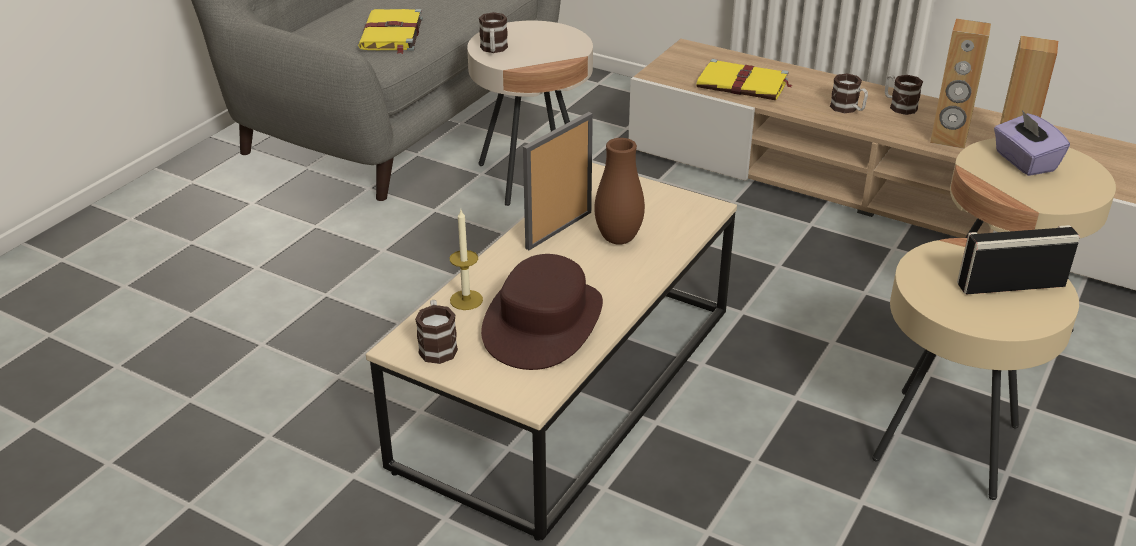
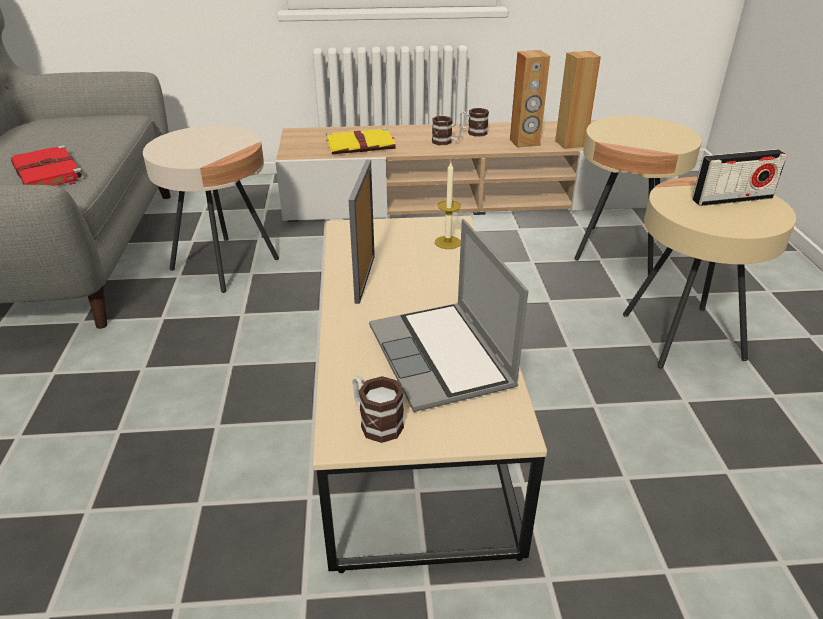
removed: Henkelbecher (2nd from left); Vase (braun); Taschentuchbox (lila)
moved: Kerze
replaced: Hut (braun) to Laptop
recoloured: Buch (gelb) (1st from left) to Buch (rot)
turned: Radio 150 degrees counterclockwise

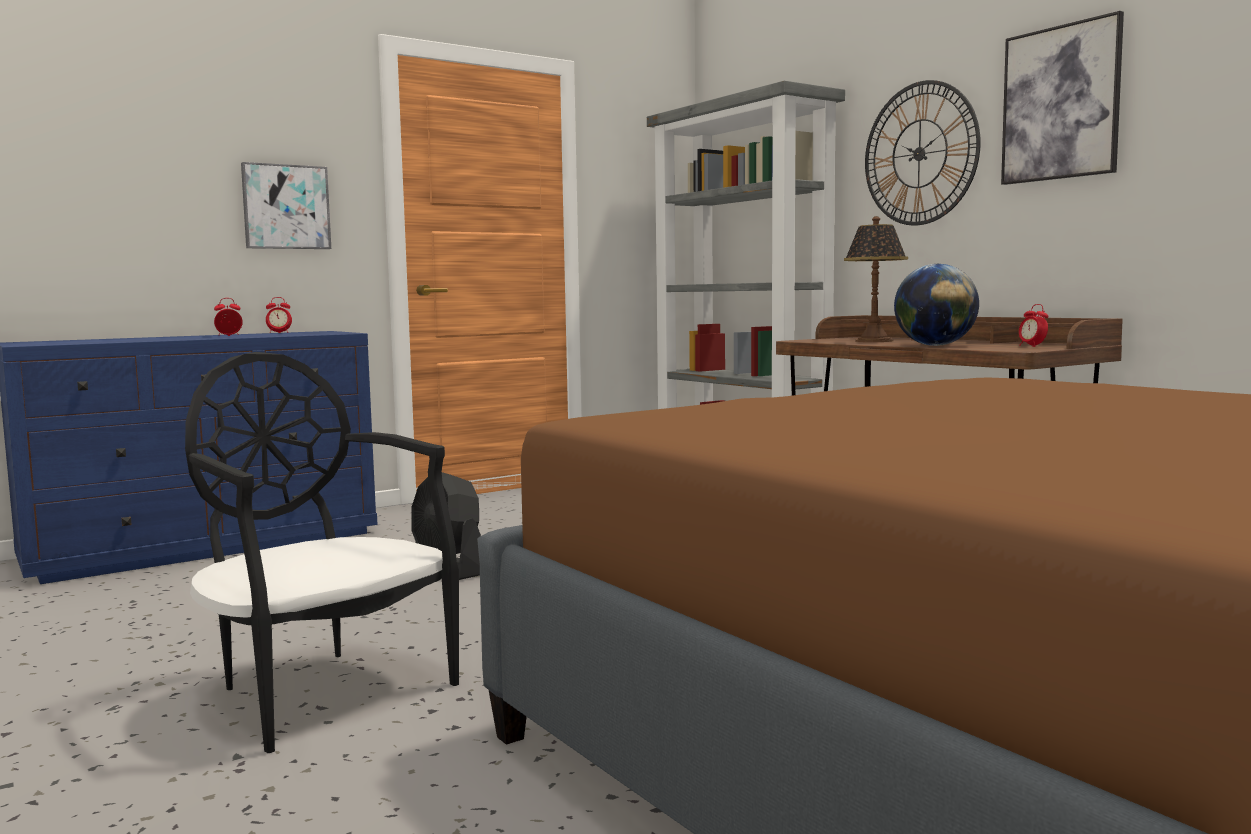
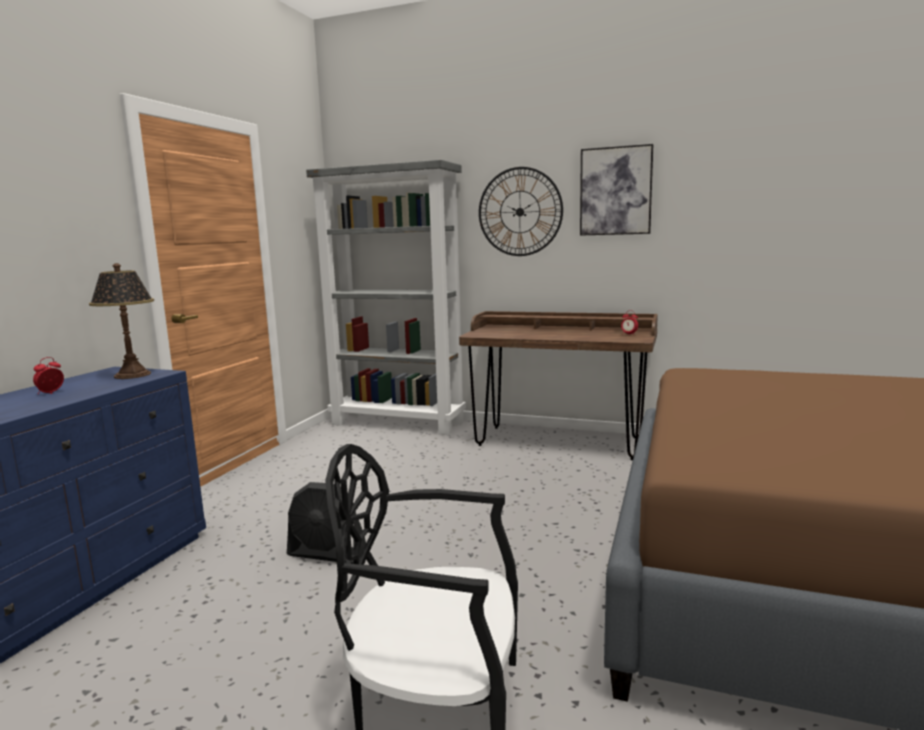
removed: Bild (1st from left); Wecker (2nd from left); Globus
moved: Tischlampe

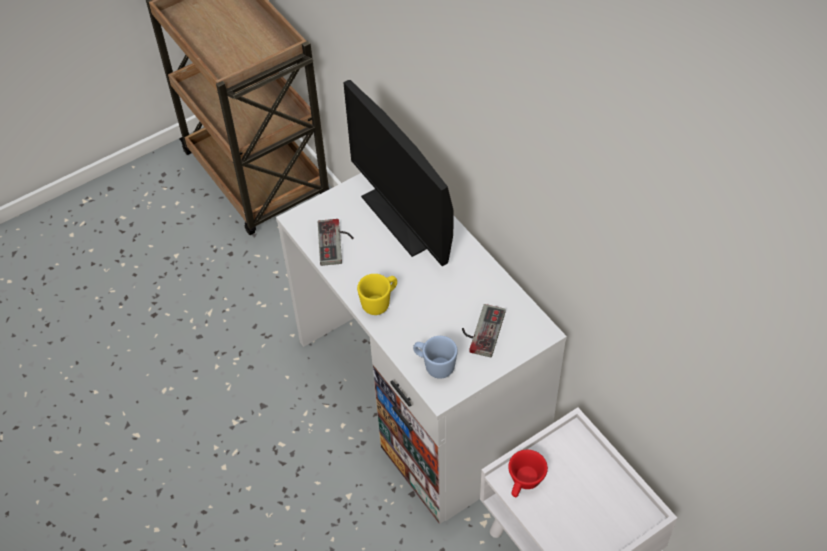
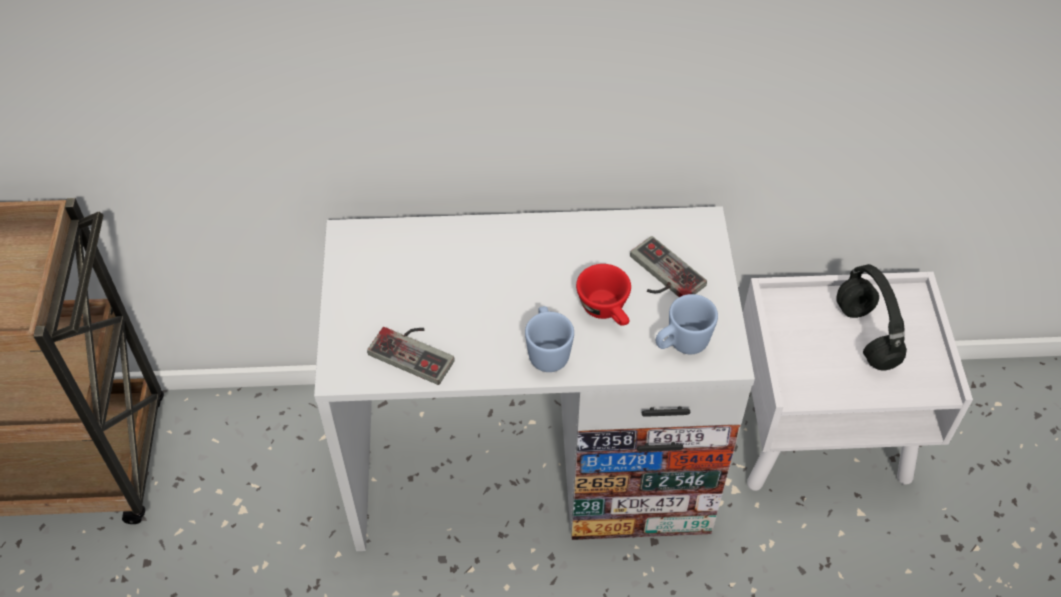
removed: Monitor
added: Kopfhörer (schwarz)
moved: Tasse (rot)
recoloured: Henkelbecher (gelb) to Henkelbecher (blau) (1st from left)

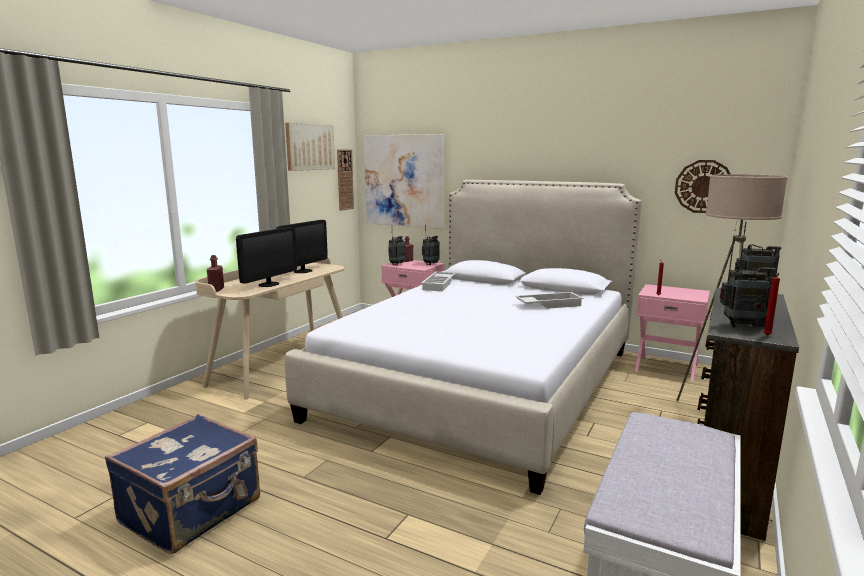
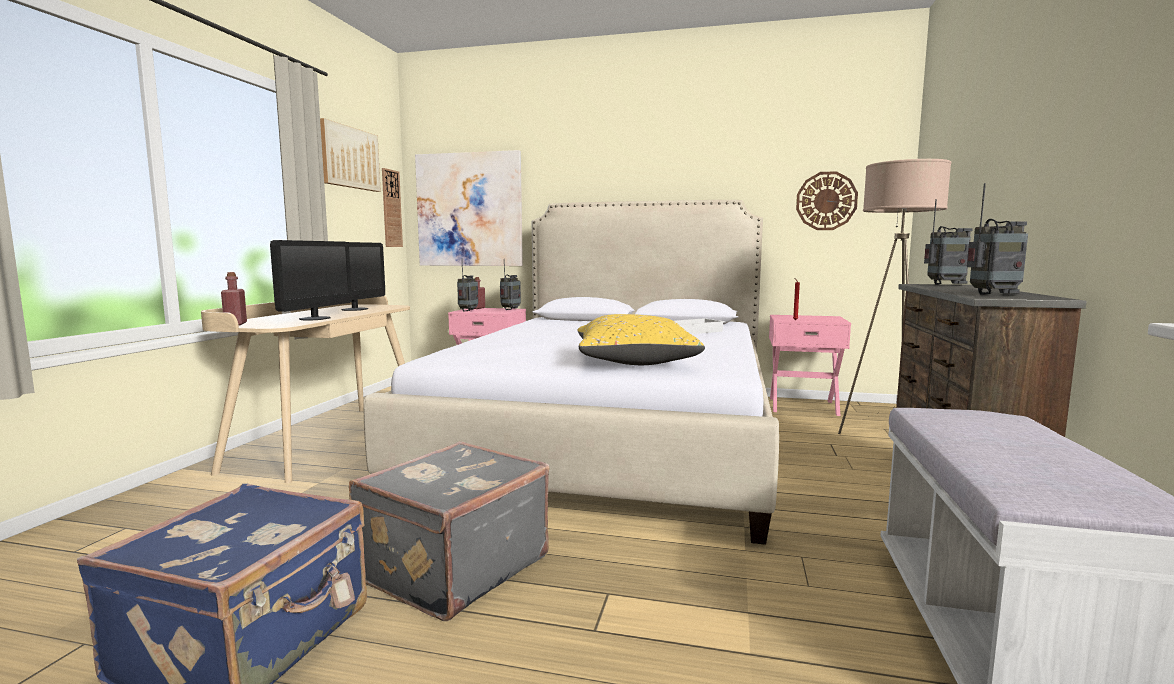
removed: Tablett (weiß) (1st from left); Kerze (rot) (2nd from left)
added: Koffer (grau); Kissen (gelb)

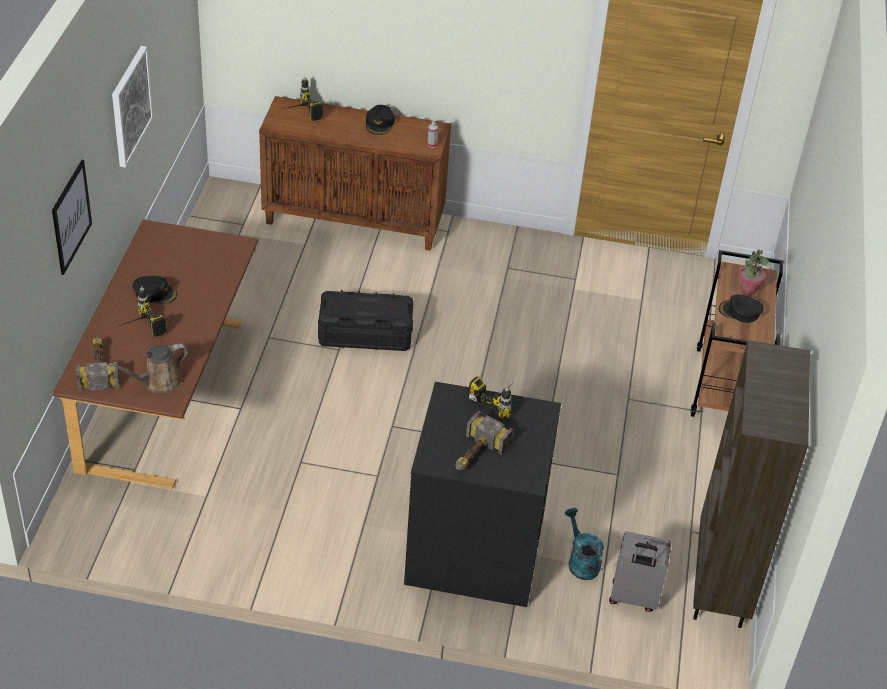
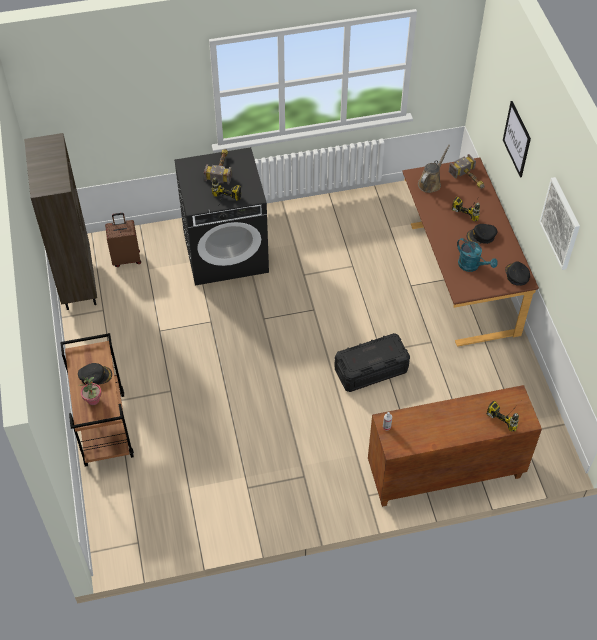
moved: Kappe (schwarz) (2nd from left in the first image) to Kappe (schwarz) (3rd from left); Gießkanne (türkis)
recoloured: Koffer (grau) to Koffer (braun)

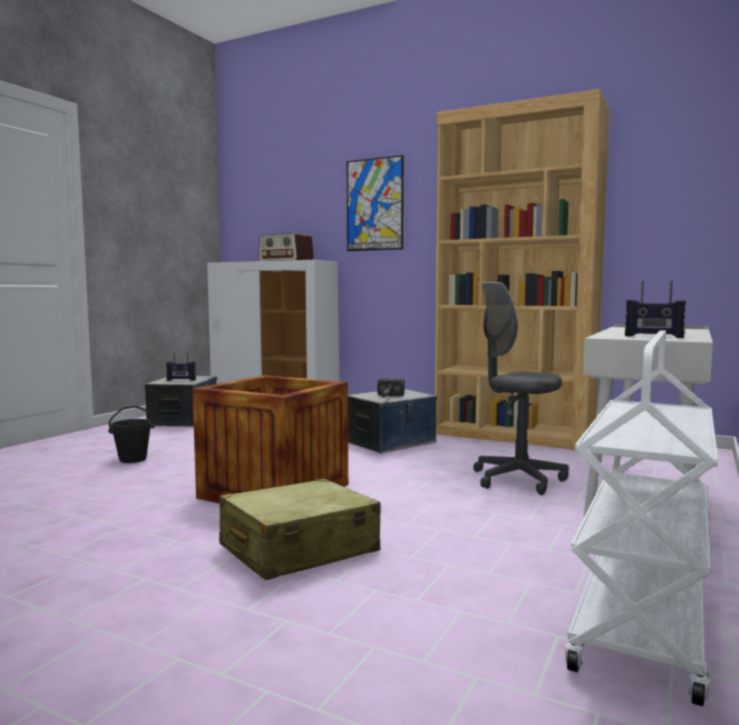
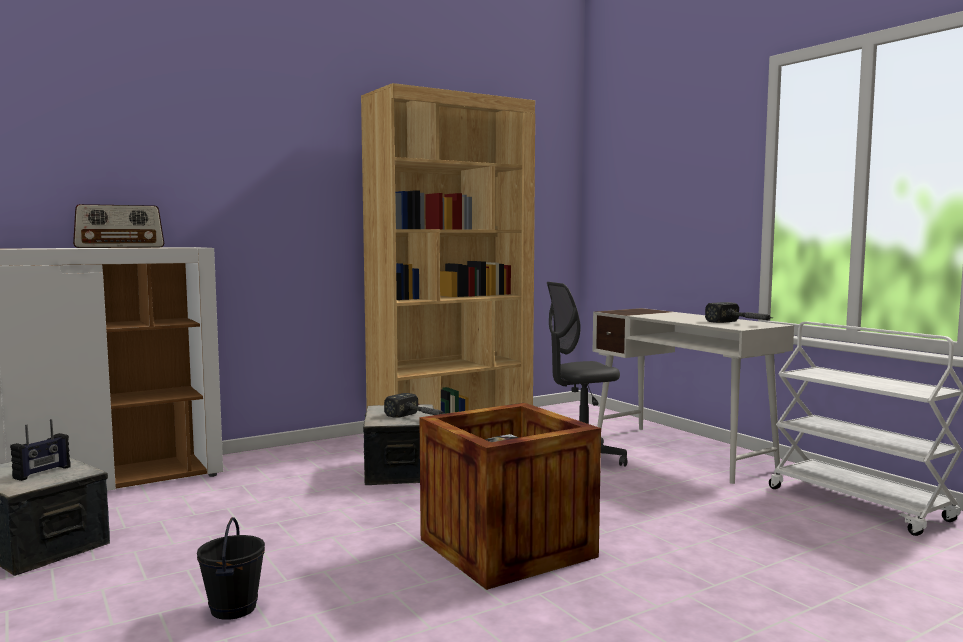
removed: Koffer (beige); Bild
replaced: Radio (3rd from left) to Hammer (2nd from left)

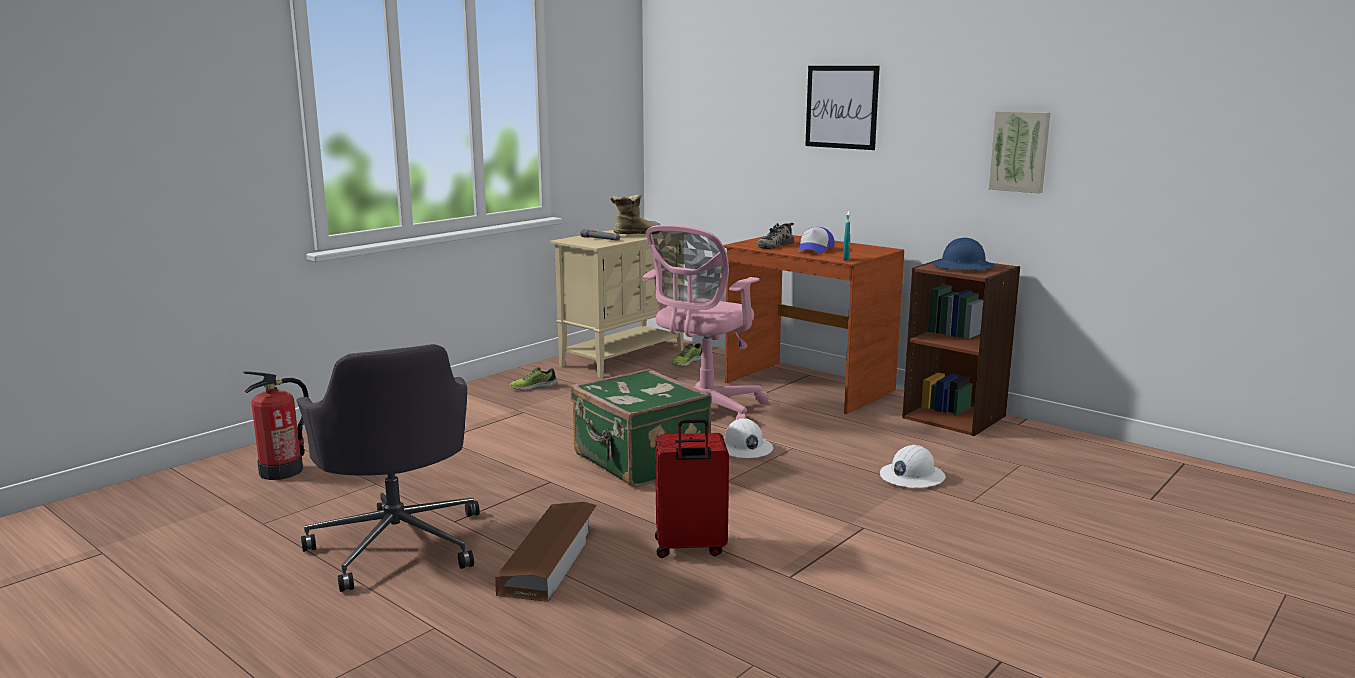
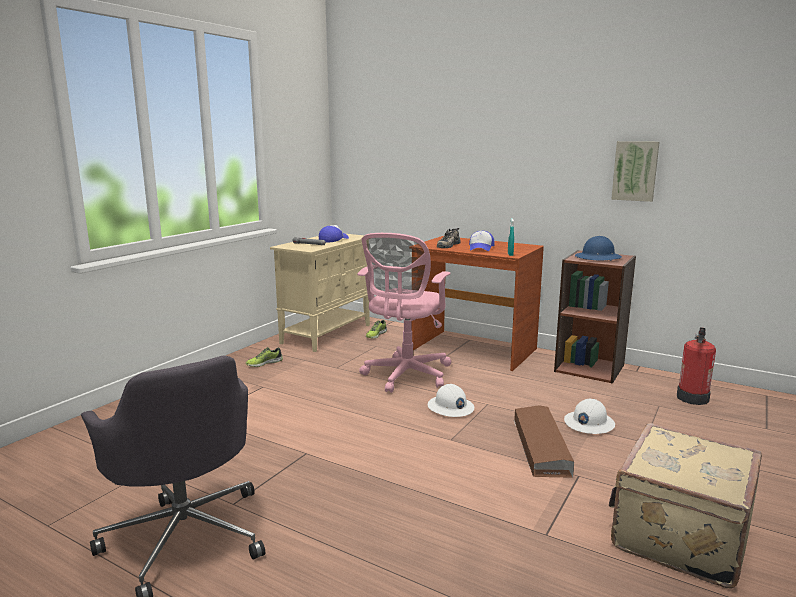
removed: Koffer (grün); Koffer (rot); Bild (1st from left)
added: Koffer (beige)
moved: Feuerlöscher; Aufbewahrungsbox (braun)
replaced: Stiefel to Kappe (1st from left)

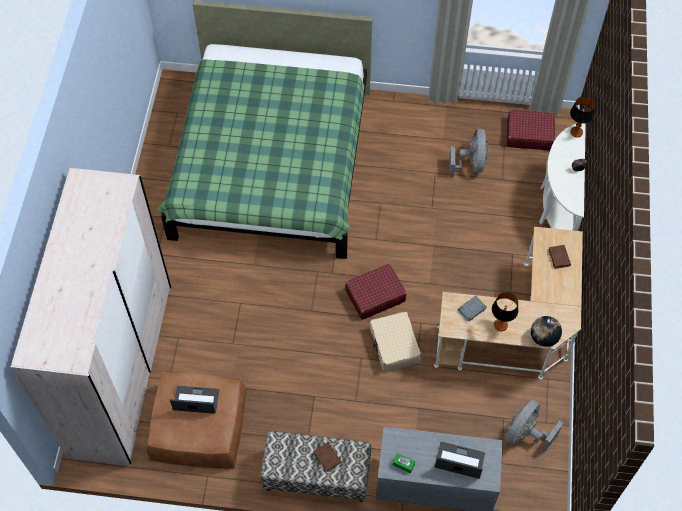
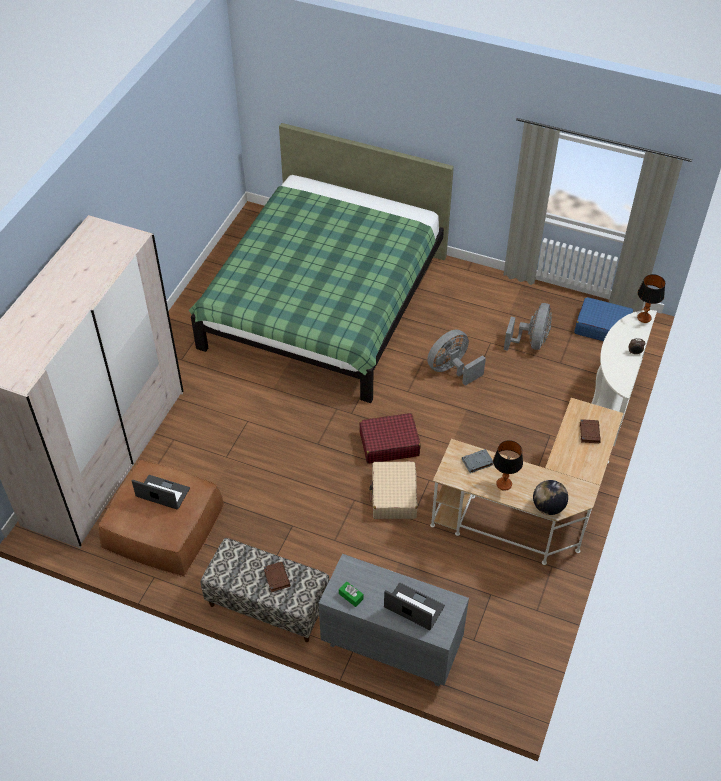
moved: Ventilator (grau) (2nd from left in the first image) to Ventilator (grau) (1st from left)
recoloured: Koffer (rot) (2nd from left) to Koffer (blau)

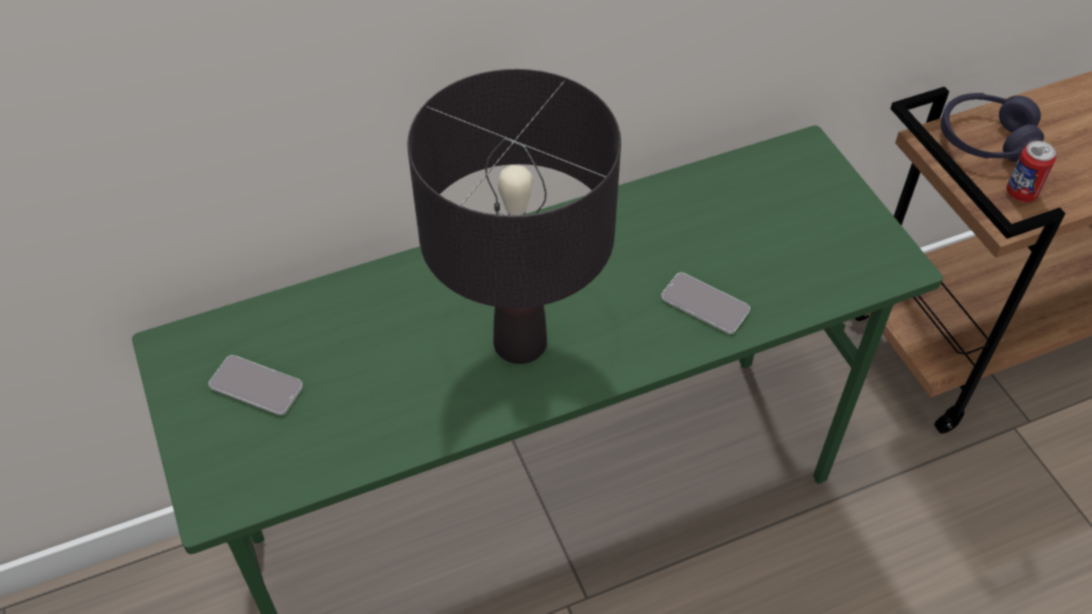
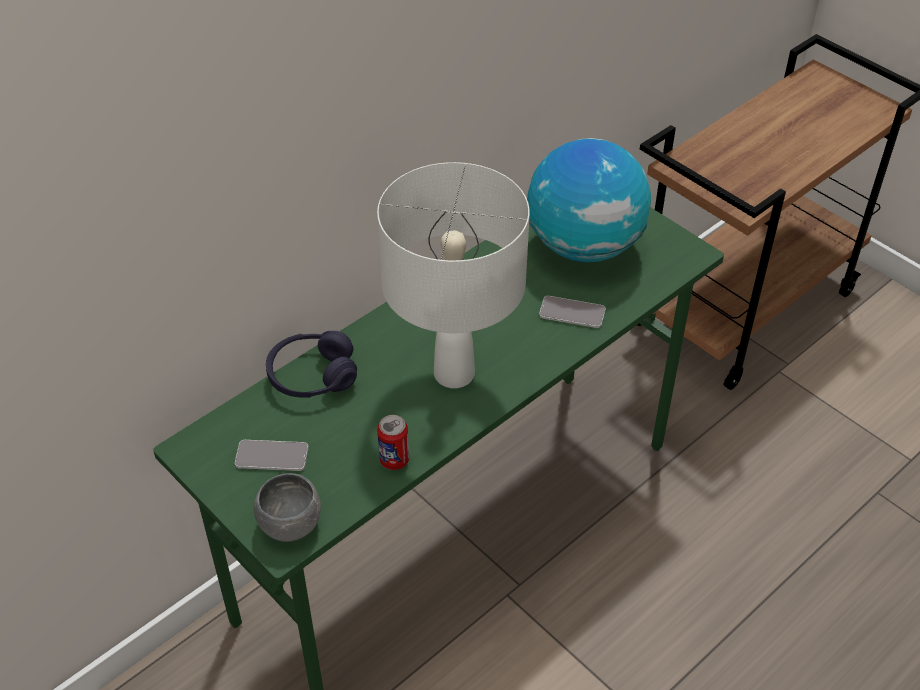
added: Schüssel (grau); Globus
moved: Kopfhörer (lila); Dose
recoloured: Tischlampe (schwarz) to Tischlampe (weiß)

